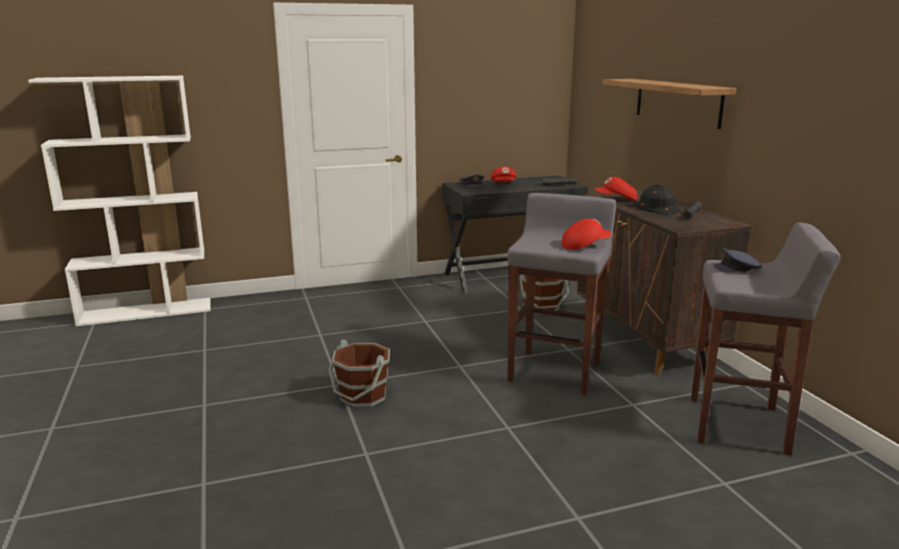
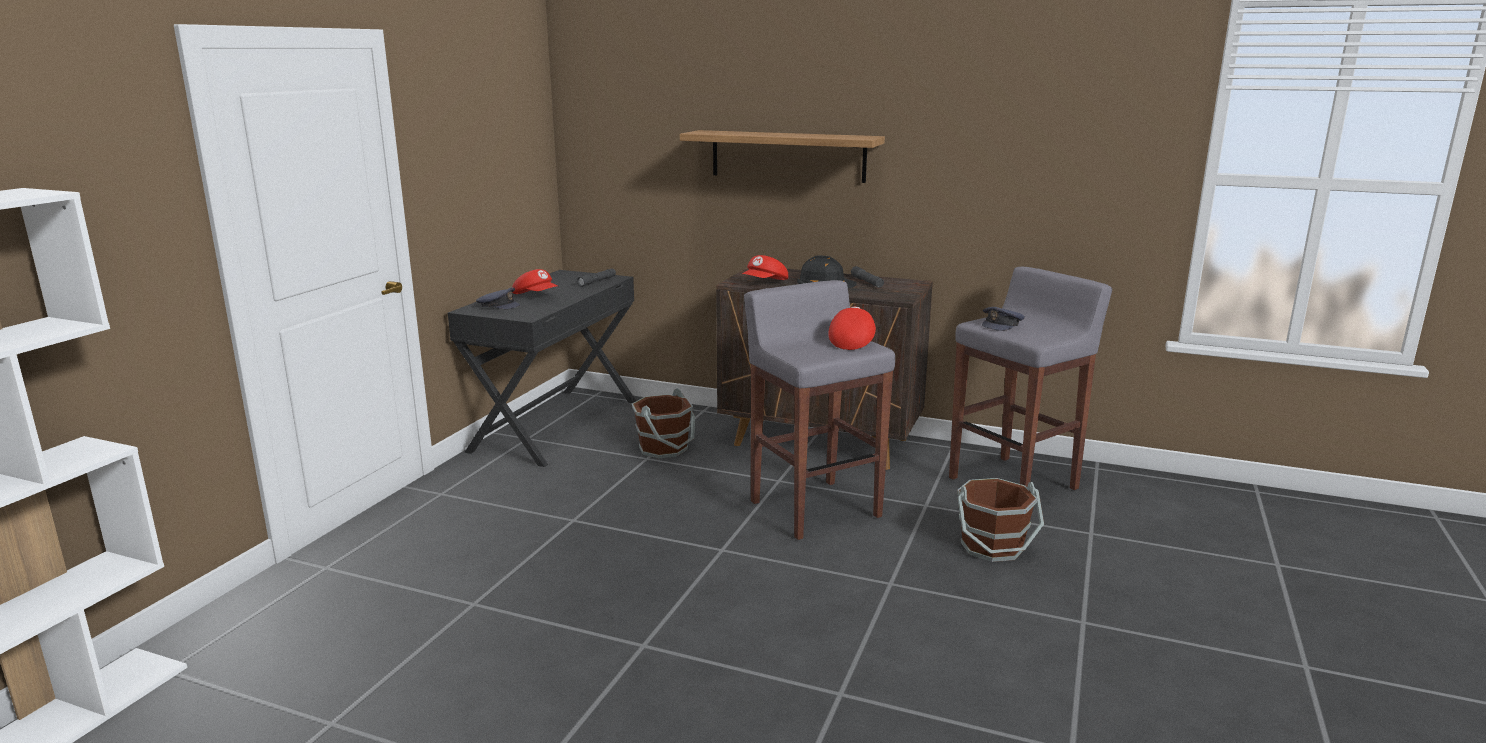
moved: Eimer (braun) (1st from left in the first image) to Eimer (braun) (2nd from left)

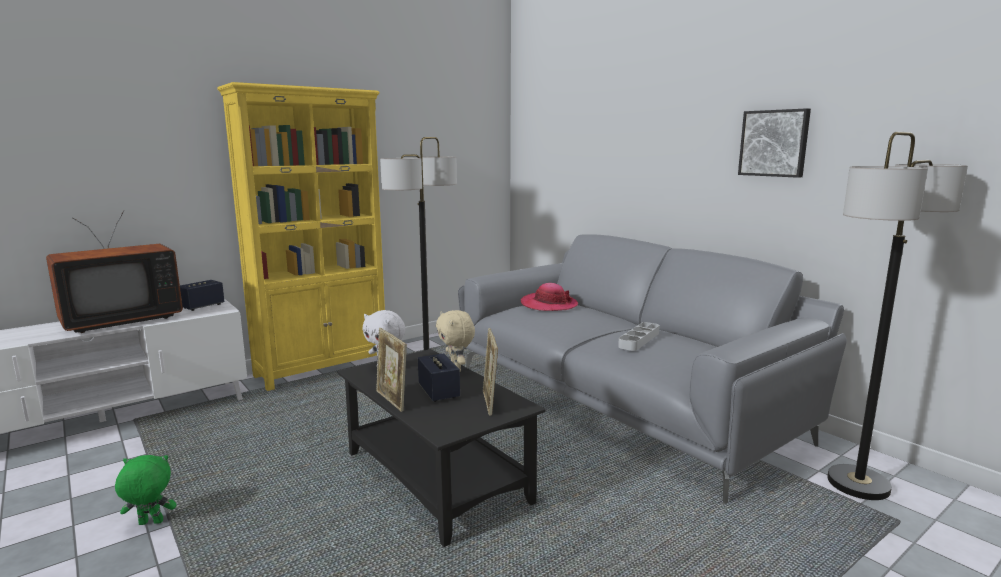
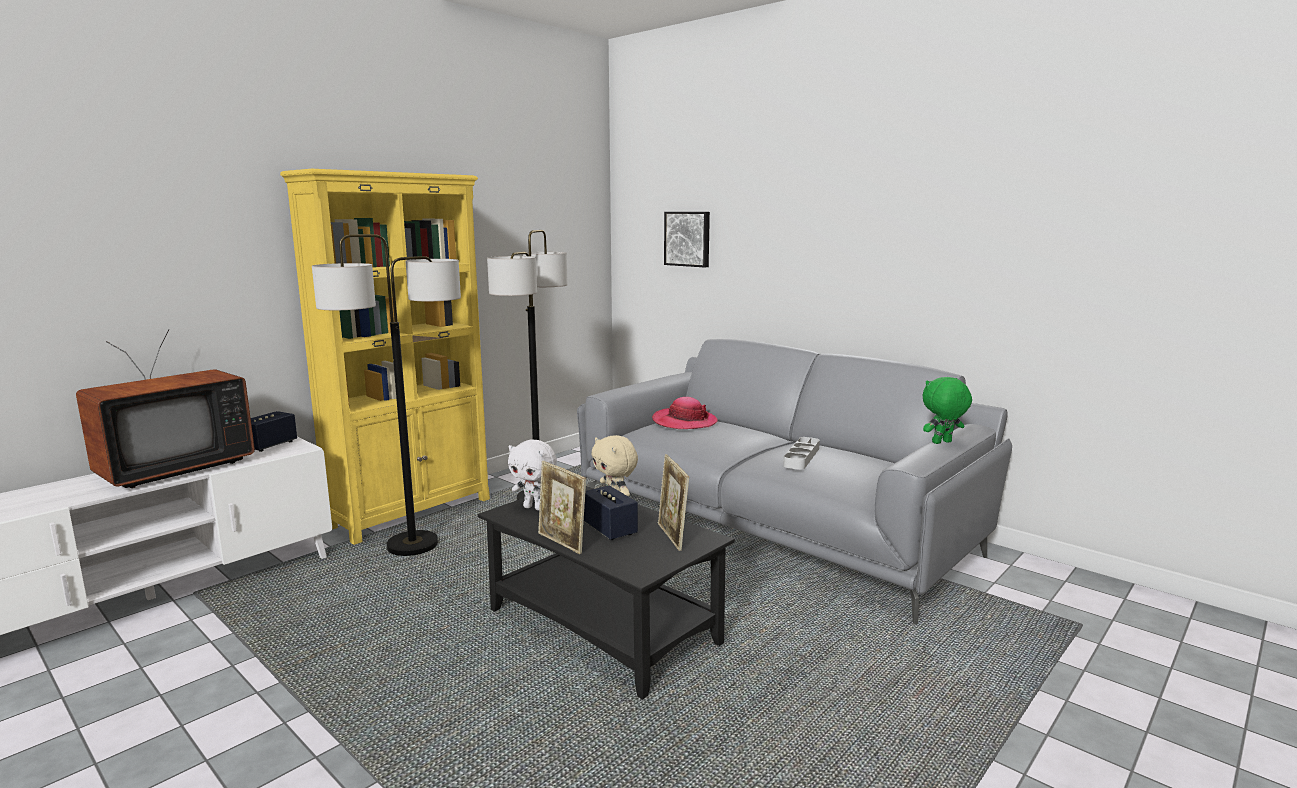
moved: Plüschtier (grün); Bild; Stehlampe (2nd from left in the first image) to Stehlampe (1st from left)

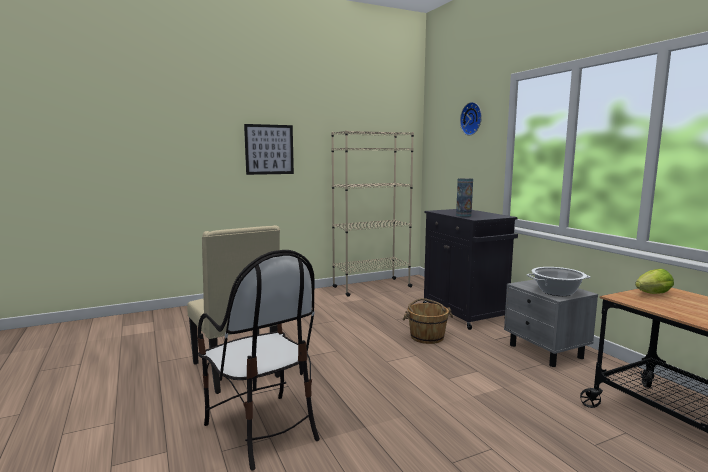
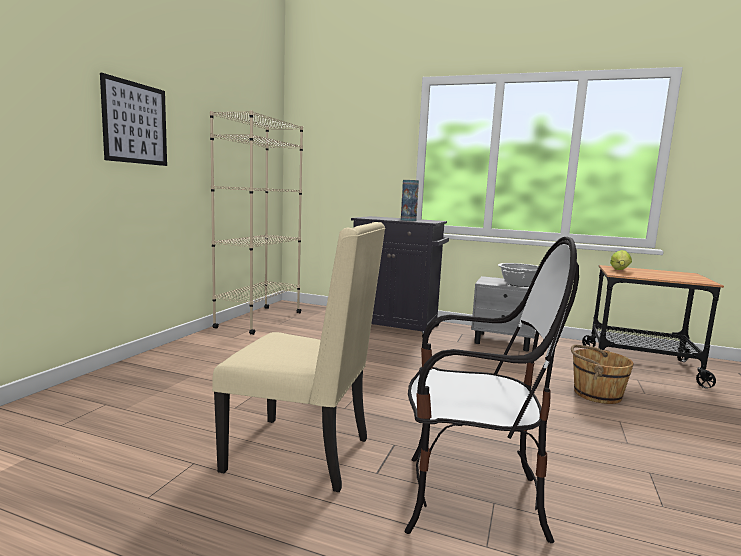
removed: Wanduhr
moved: Eimer (braun)

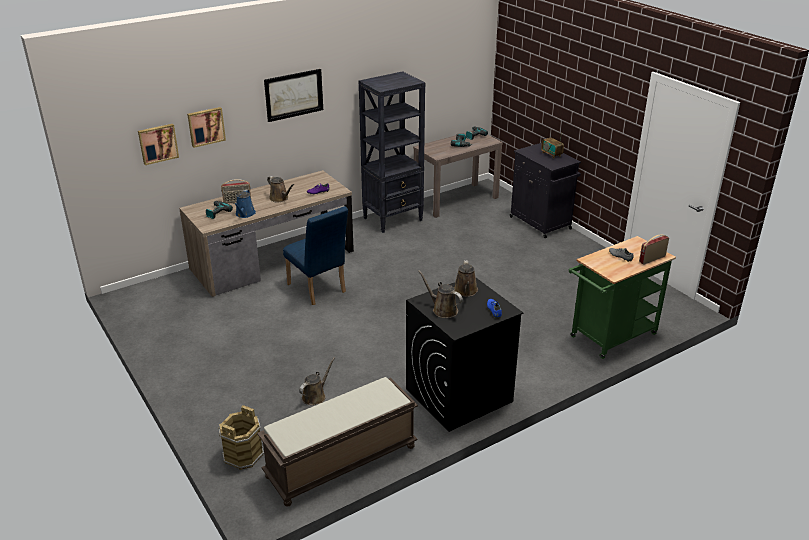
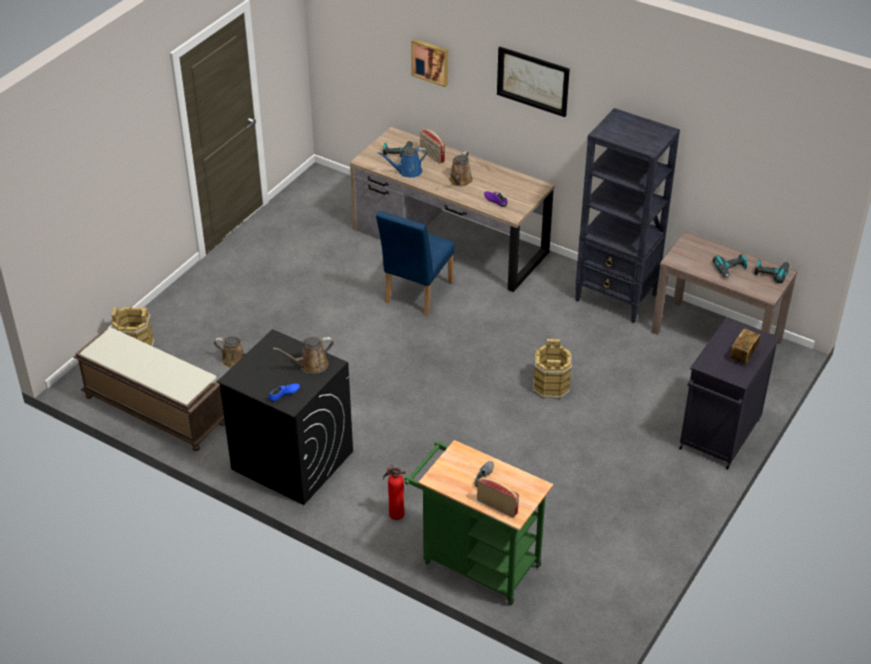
removed: Bild (1st from left); Gießkanne (braun) (3rd from left)
added: Feuerlöscher; Eimer (braun) (2nd from left)

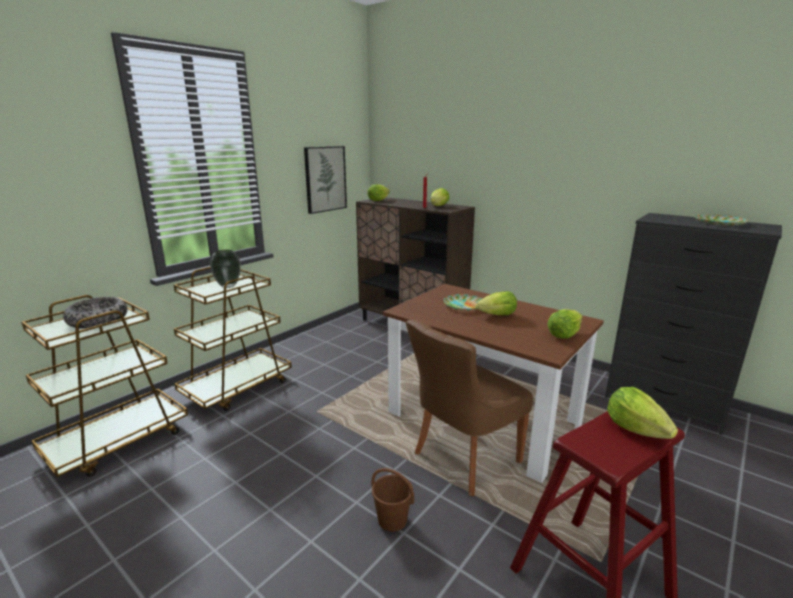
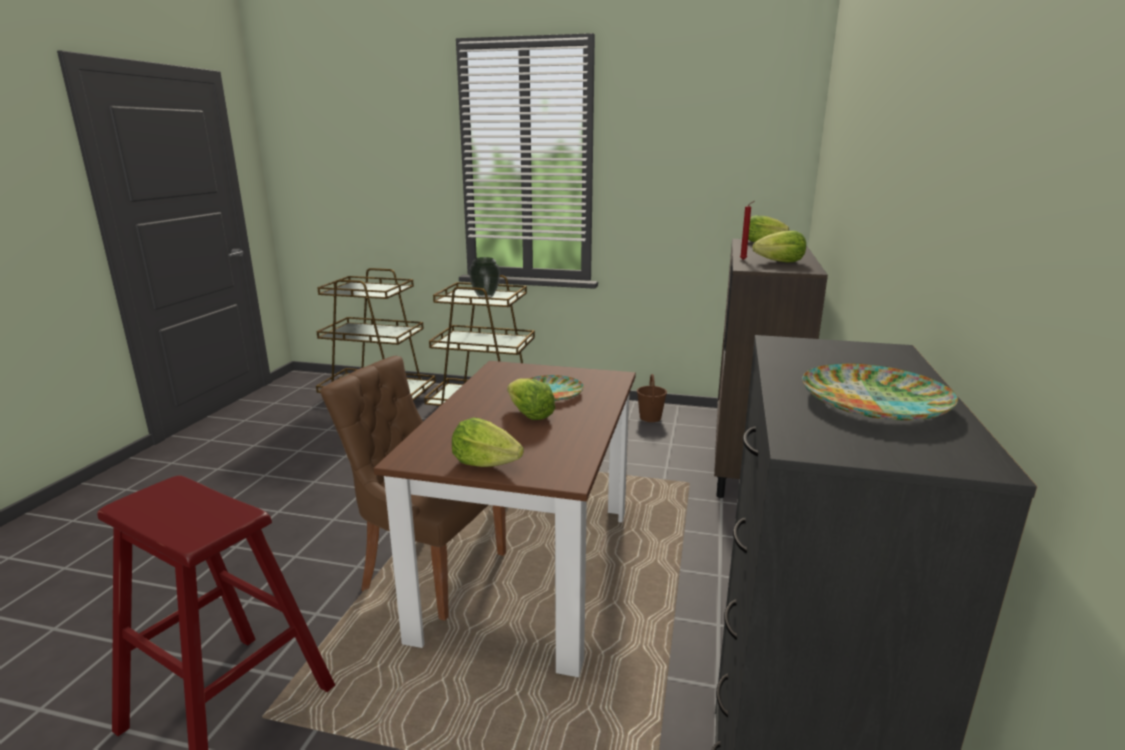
removed: Schüssel; Bild; Salatkopf (5th from left)
moved: Eimer (braun)

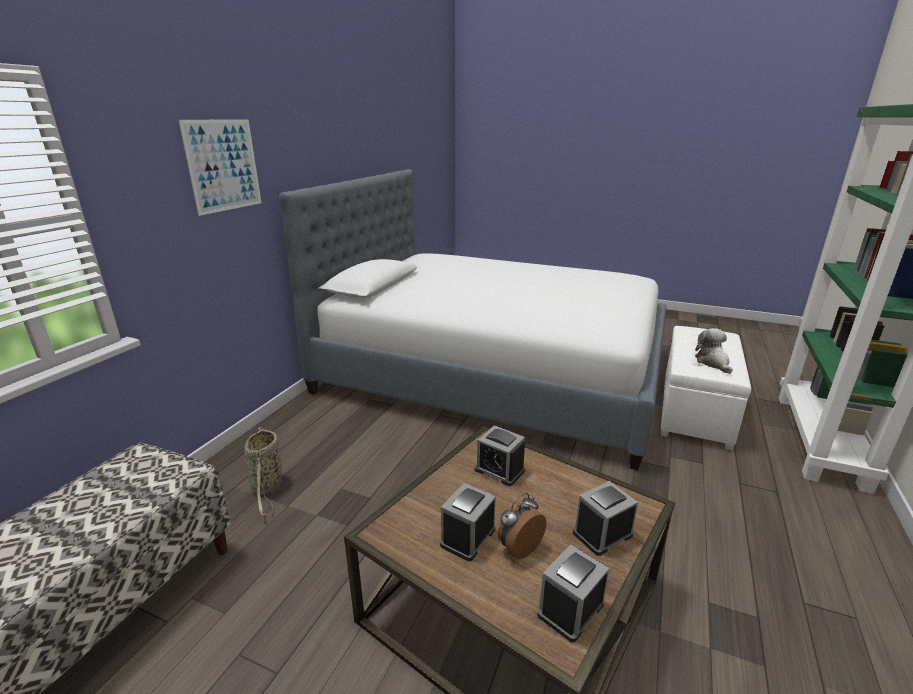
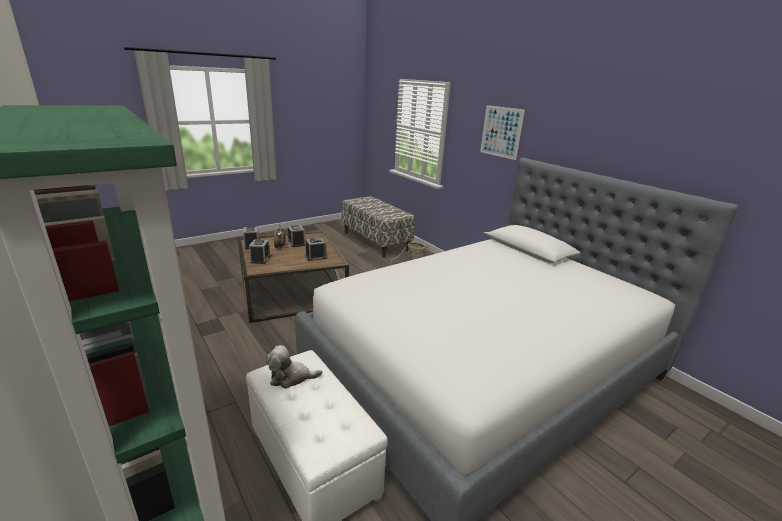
turned: Plüschtier 150 degrees clockwise

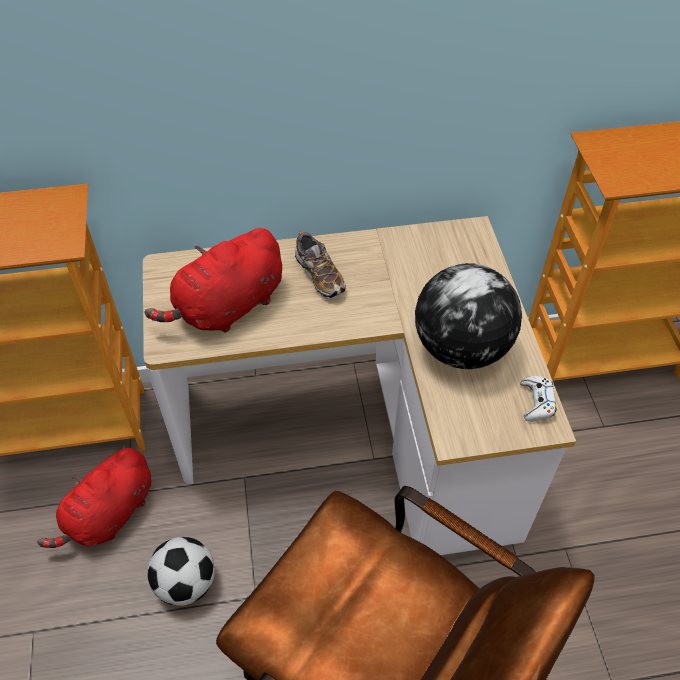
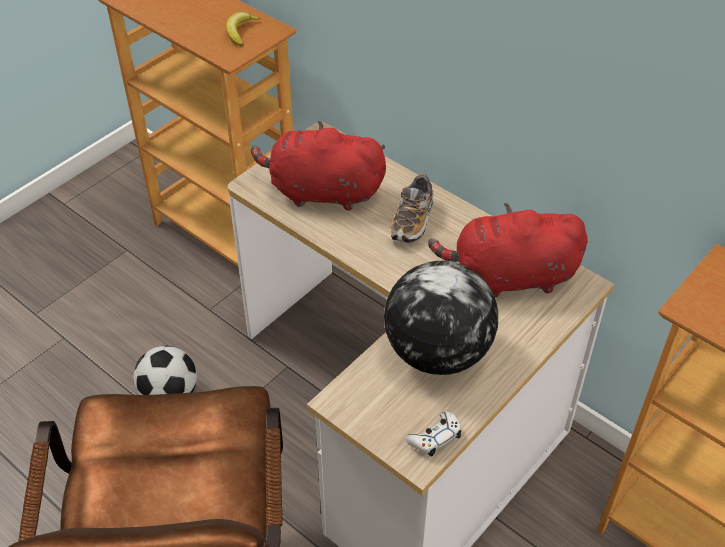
added: Banane
moved: Plüschtier (rot) (1st from left in the first image) to Plüschtier (rot) (2nd from left)

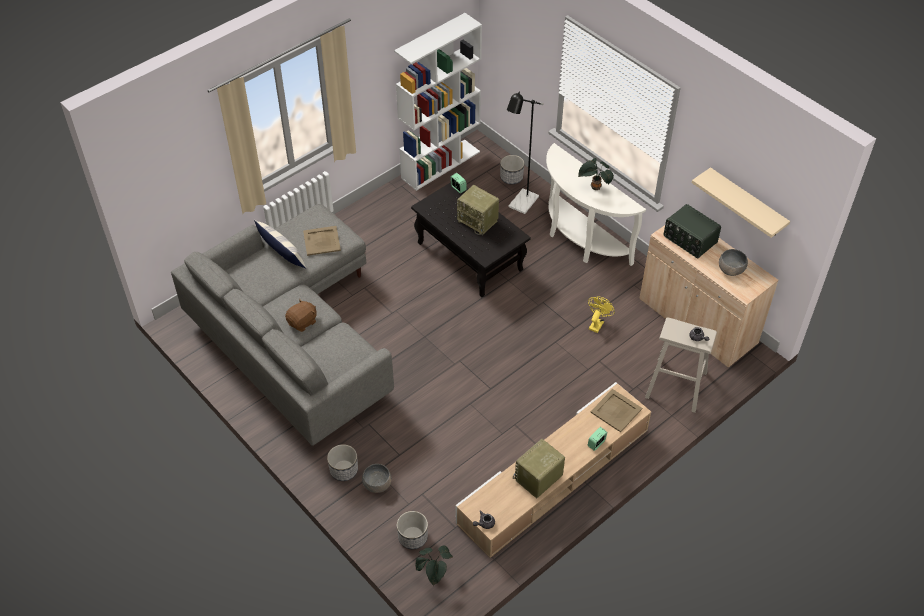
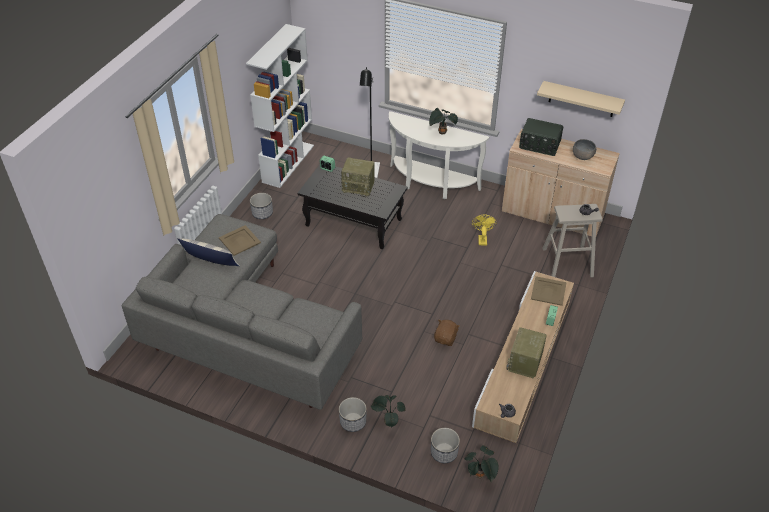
moved: Plüschtier (braun); Pflanzkübel (3rd from left in the first image) to Pflanzkübel (1st from left)
replaced: Schüssel (grau) (1st from left) to Topfpflanze (1st from left)

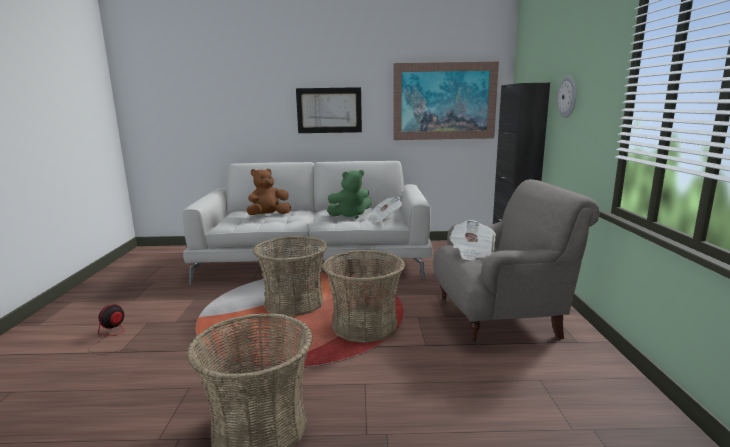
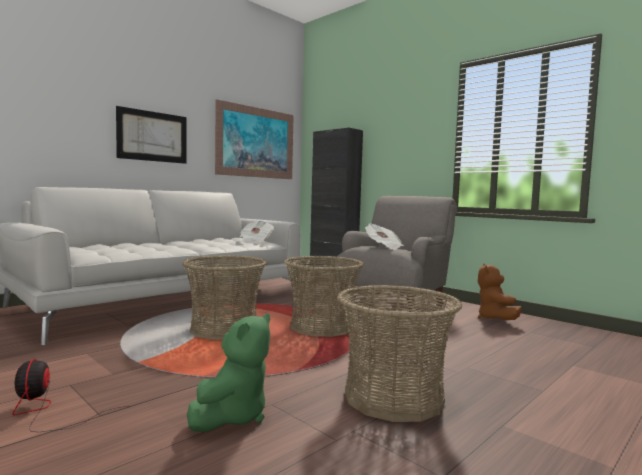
removed: Wanduhr
moved: Plüschtier (braun); Plüschtier (grün)

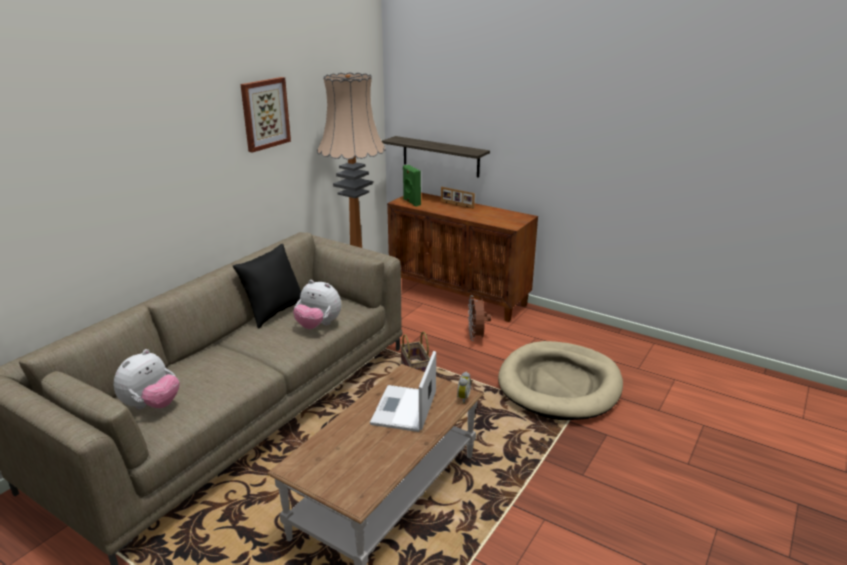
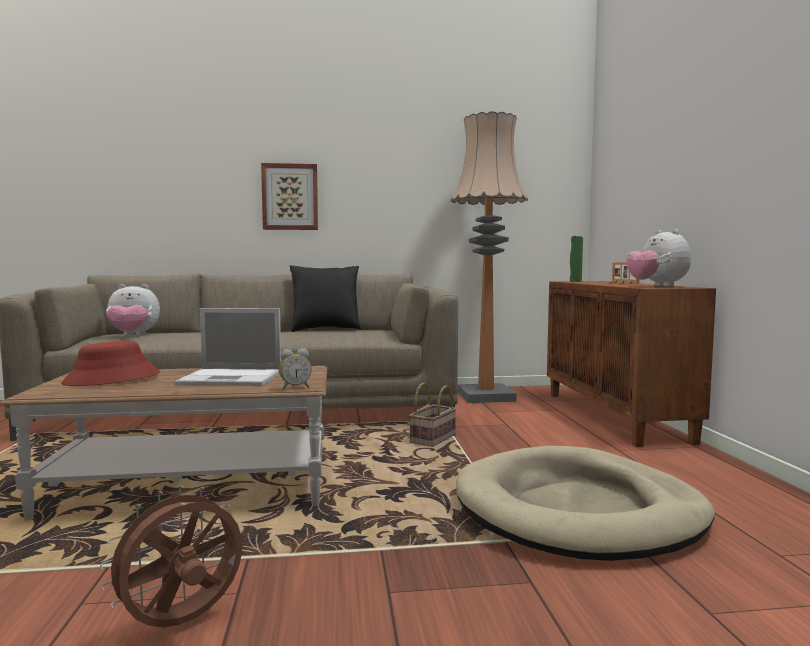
removed: Wandregal
added: Hut (rot)
moved: Bild; Plüschtier (2nd from left); Ventilator (braun)
turned: Laptop 150 degrees counterclockwise

